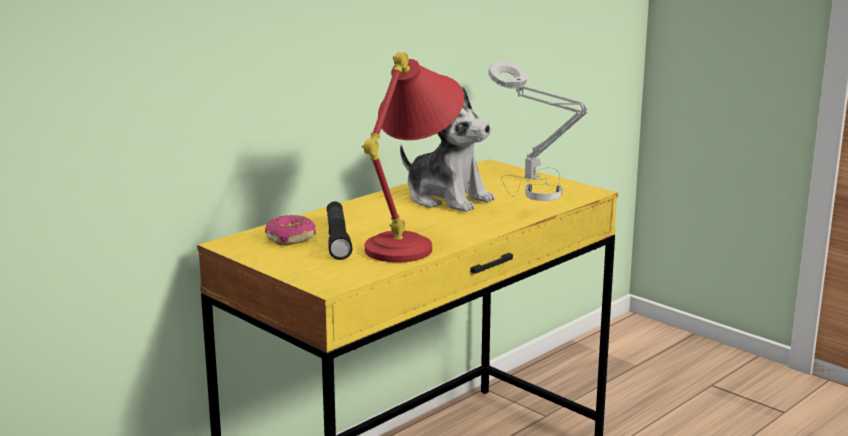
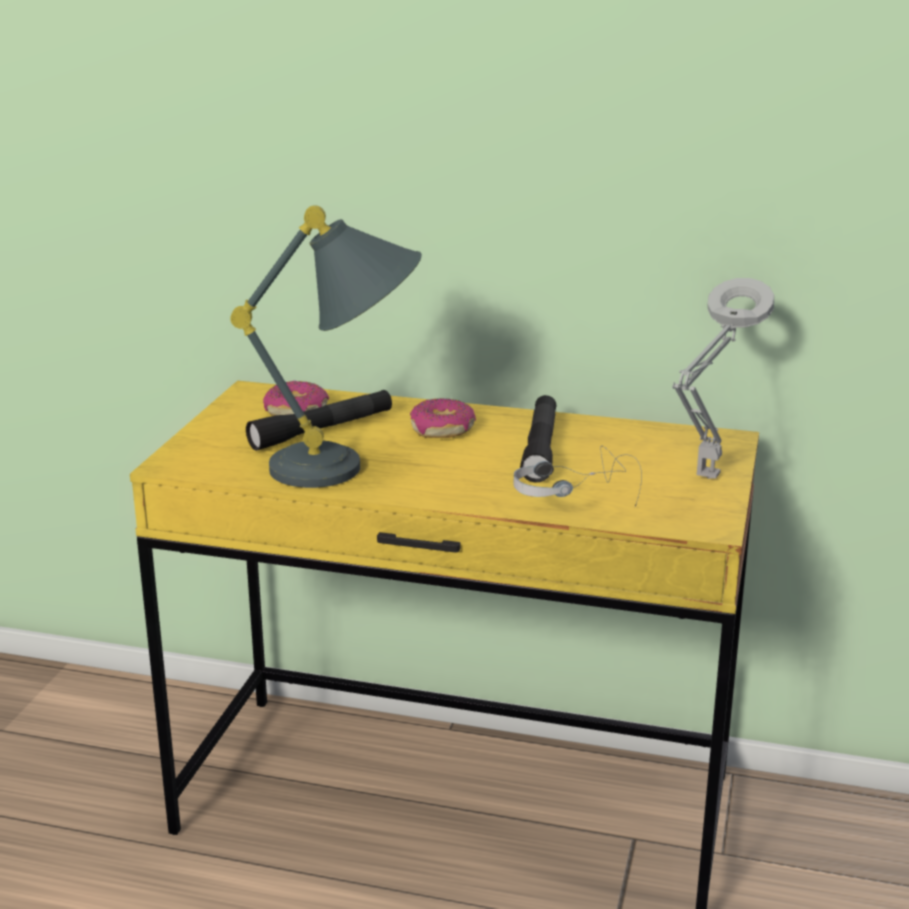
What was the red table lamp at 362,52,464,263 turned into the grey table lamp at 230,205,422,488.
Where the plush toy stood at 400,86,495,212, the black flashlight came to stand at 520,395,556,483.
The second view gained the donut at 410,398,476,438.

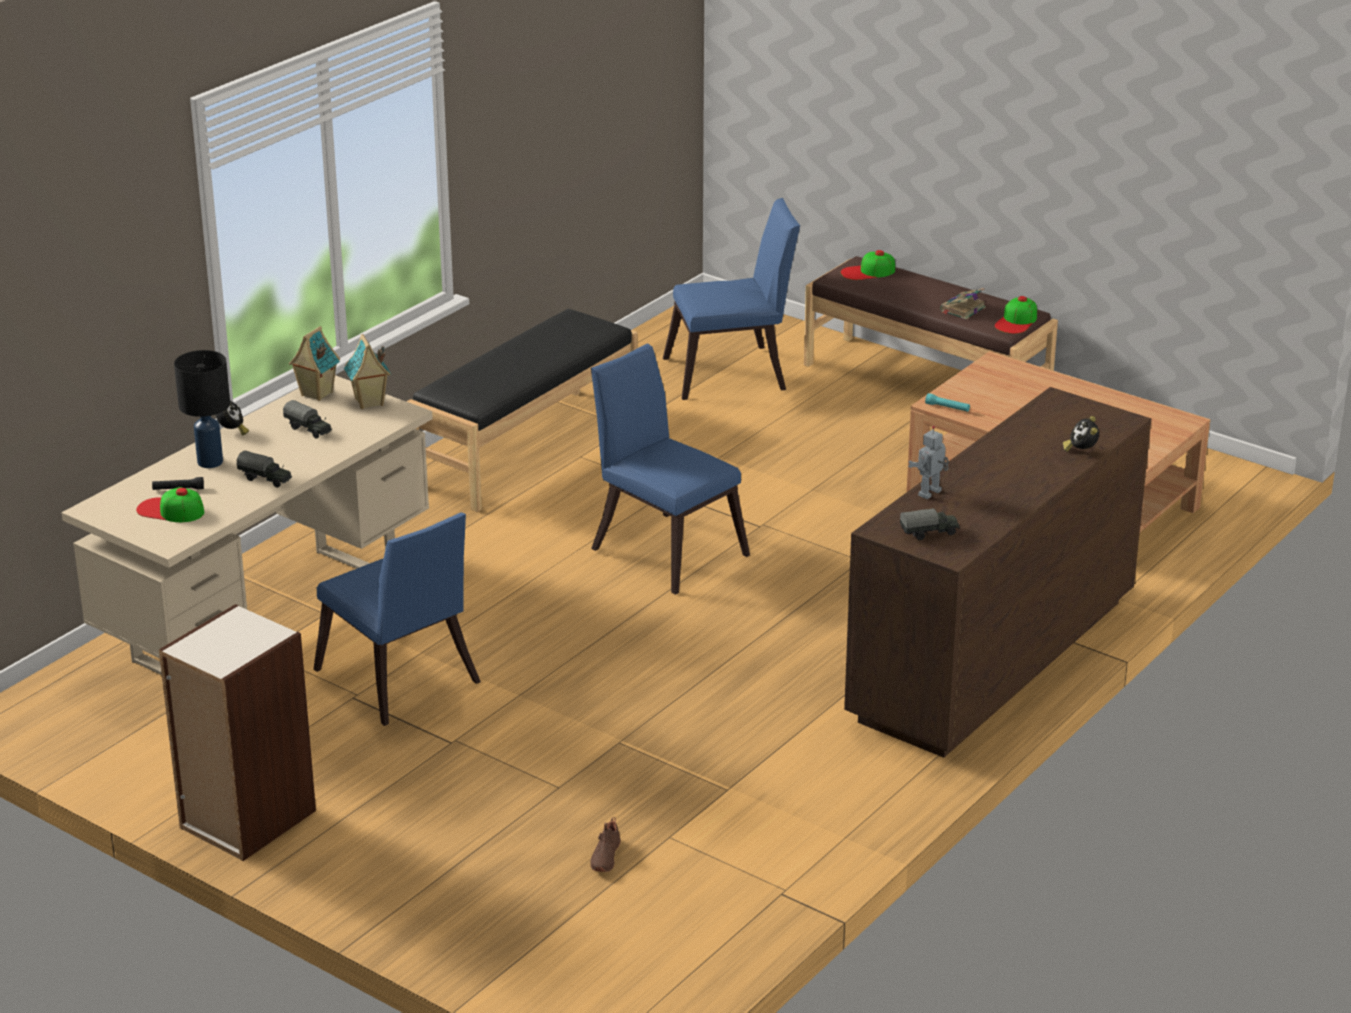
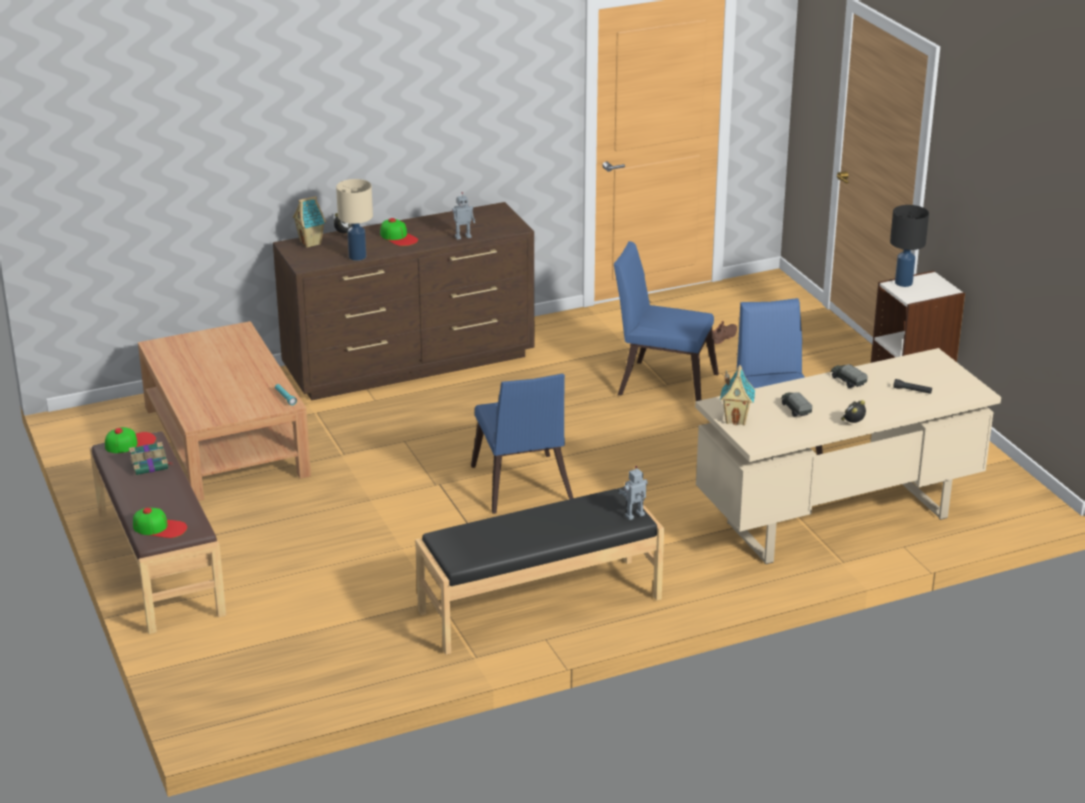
The cap ended up elsewhere, having gone from 136,487,204,522 to 380,218,418,246.
The black table lamp ended up elsewhere, having gone from 174,350,230,468 to 890,205,929,287.
The toy house ended up elsewhere, having gone from 289,326,340,401 to 292,196,326,248.
The blue chair ended up elsewhere, having gone from 663,198,800,400 to 614,241,719,401.
The second view lost the toy truck at 900,508,960,540.
The second view gained the beige table lamp at 336,179,373,261.
The second view gained the toy robot at 619,466,648,520.

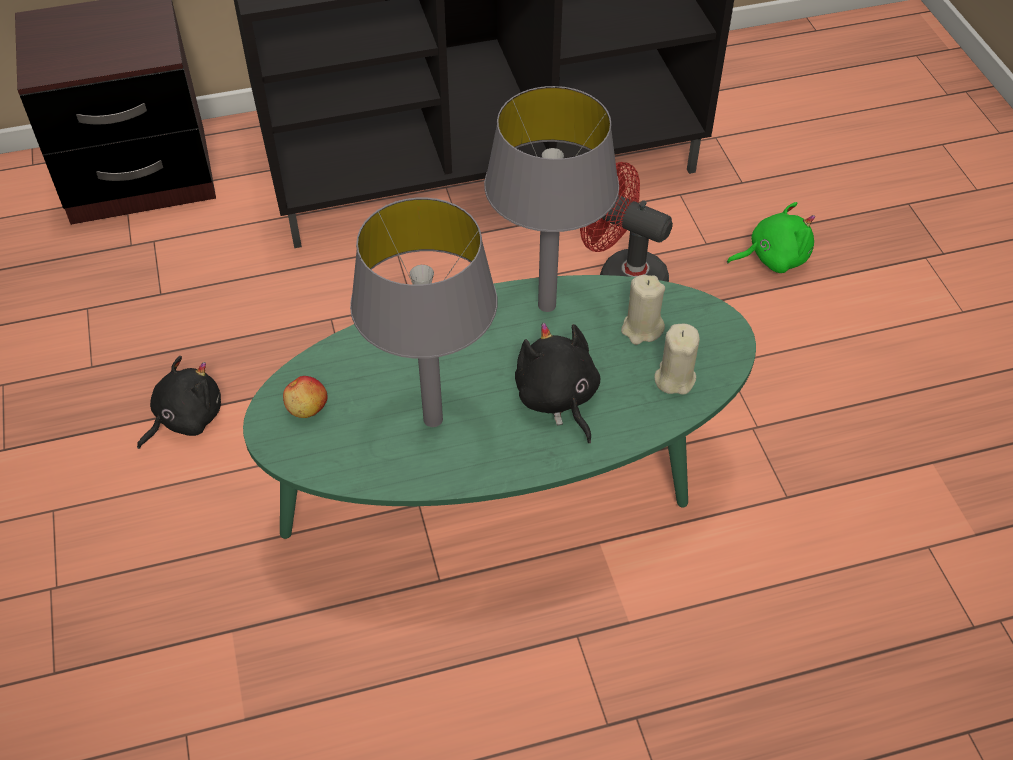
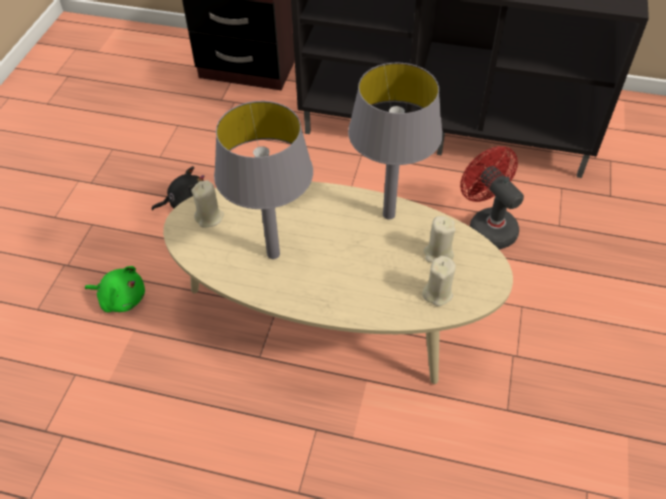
What was the green coffee table at 243,275,756,539 turned into the beige coffee table at 163,182,513,384.
Where the apple stood at 283,376,328,418, the beige candle came to stand at 192,180,224,228.
The second view lost the black plush toy at 515,323,600,443.
The green plush toy ended up elsewhere, having gone from 727,202,815,273 to 85,266,145,313.

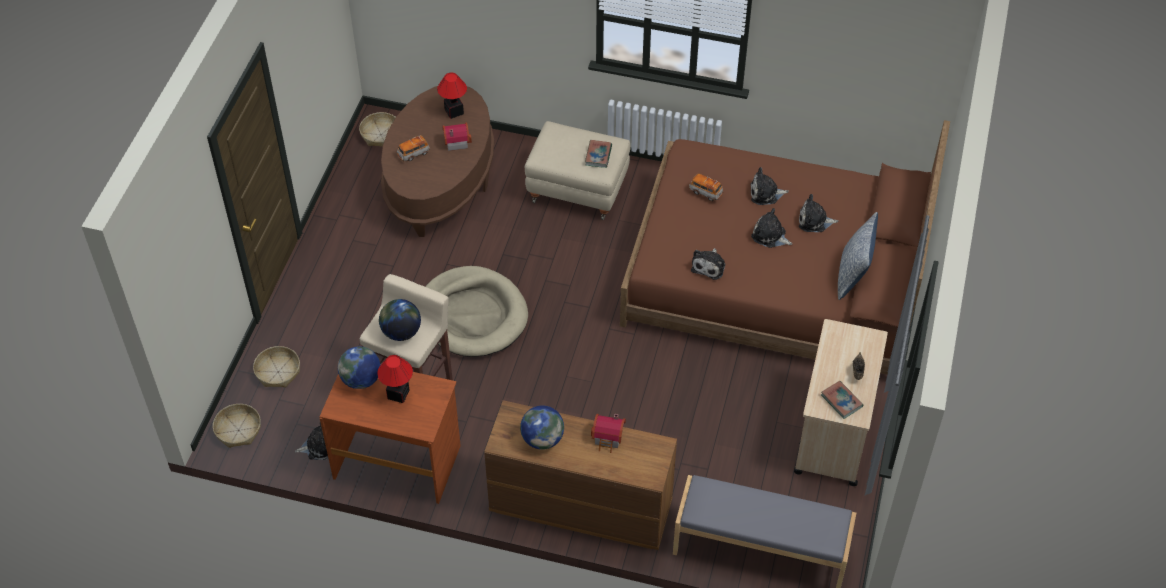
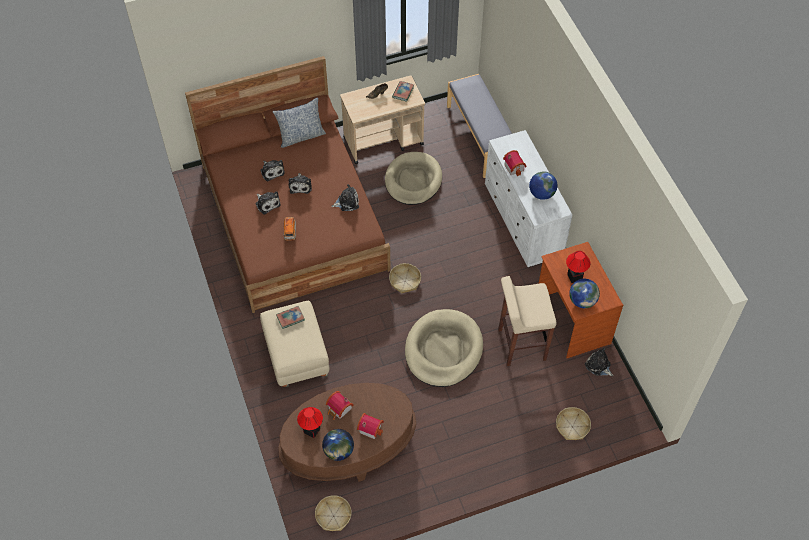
The basket ended up elsewhere, having gone from 213,404,261,448 to 389,263,421,294.
The globe ended up elsewhere, having gone from 379,299,421,341 to 322,429,354,461.
Where the toy car stood at 397,135,430,162, the toy house came to stand at 357,413,384,439.
What was the brown dresser at 484,400,677,550 turned into the white dresser at 485,130,572,267.
The second view gained the beige dog bed at 385,152,442,205.

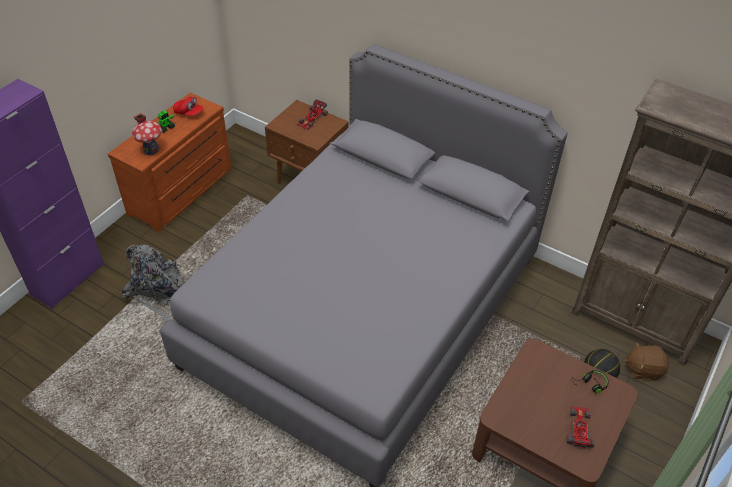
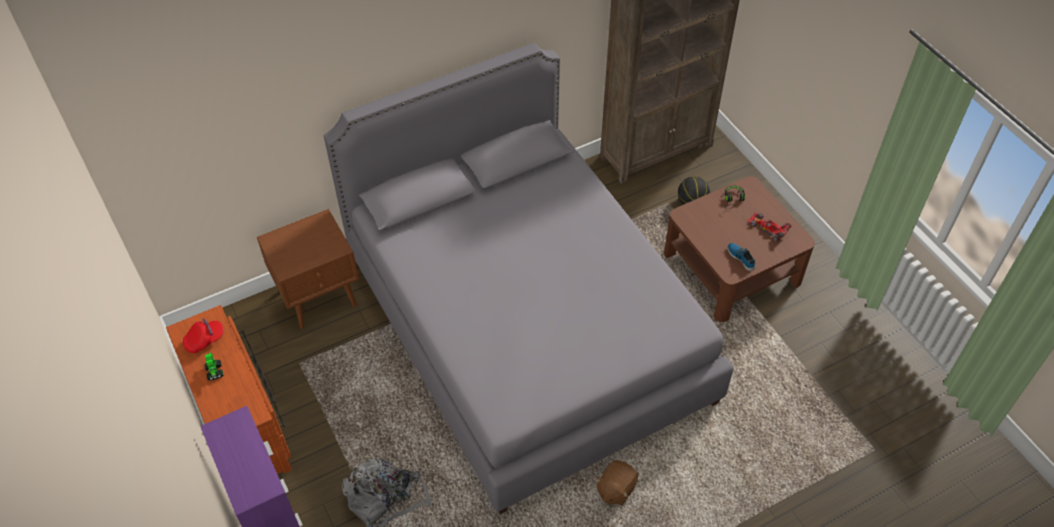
The second view lost the toy house at 132,113,162,155.
The second view lost the toy car at 297,99,328,130.
The brown plush toy ended up elsewhere, having gone from 624,342,669,380 to 596,460,638,506.
The second view gained the shoe at 728,243,756,271.

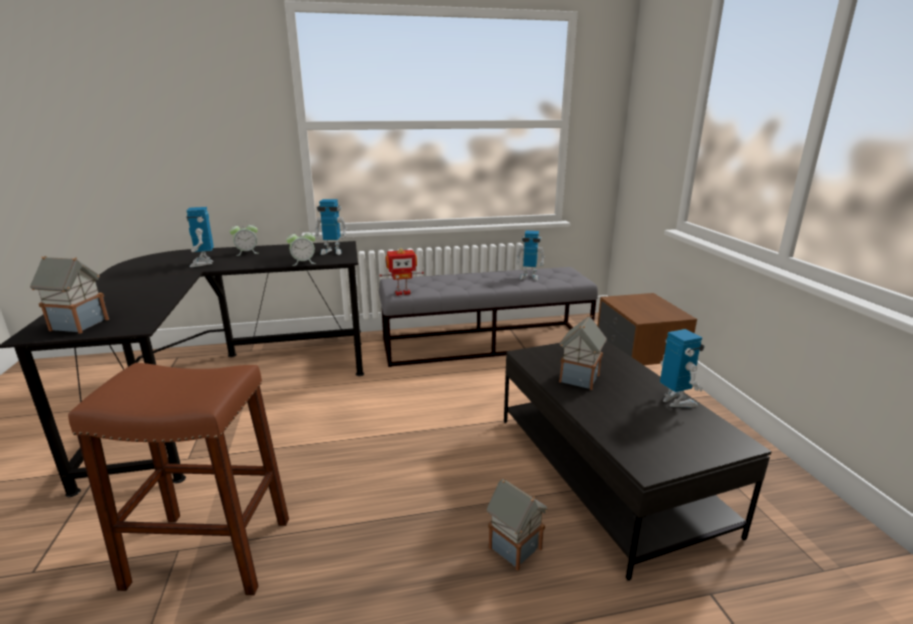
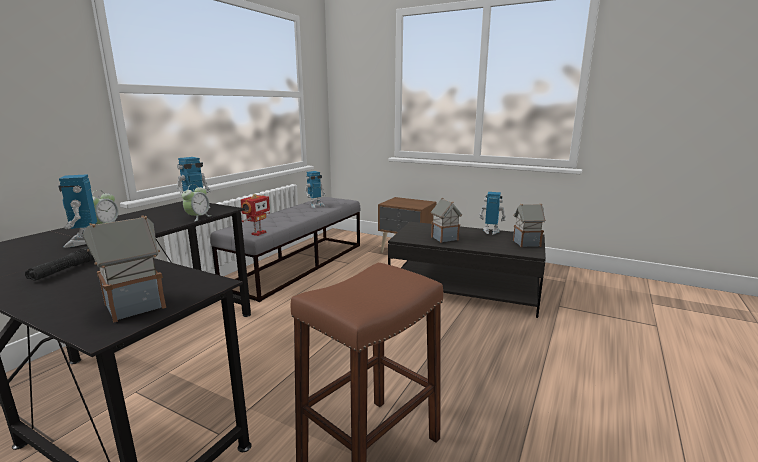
The toy robot at 186,207,214,267 ended up facing another way, 45 degrees clockwise from before.
The toy house ended up elsewhere, having gone from 486,478,547,571 to 513,204,546,247.
The second view gained the black flashlight at 25,247,94,281.

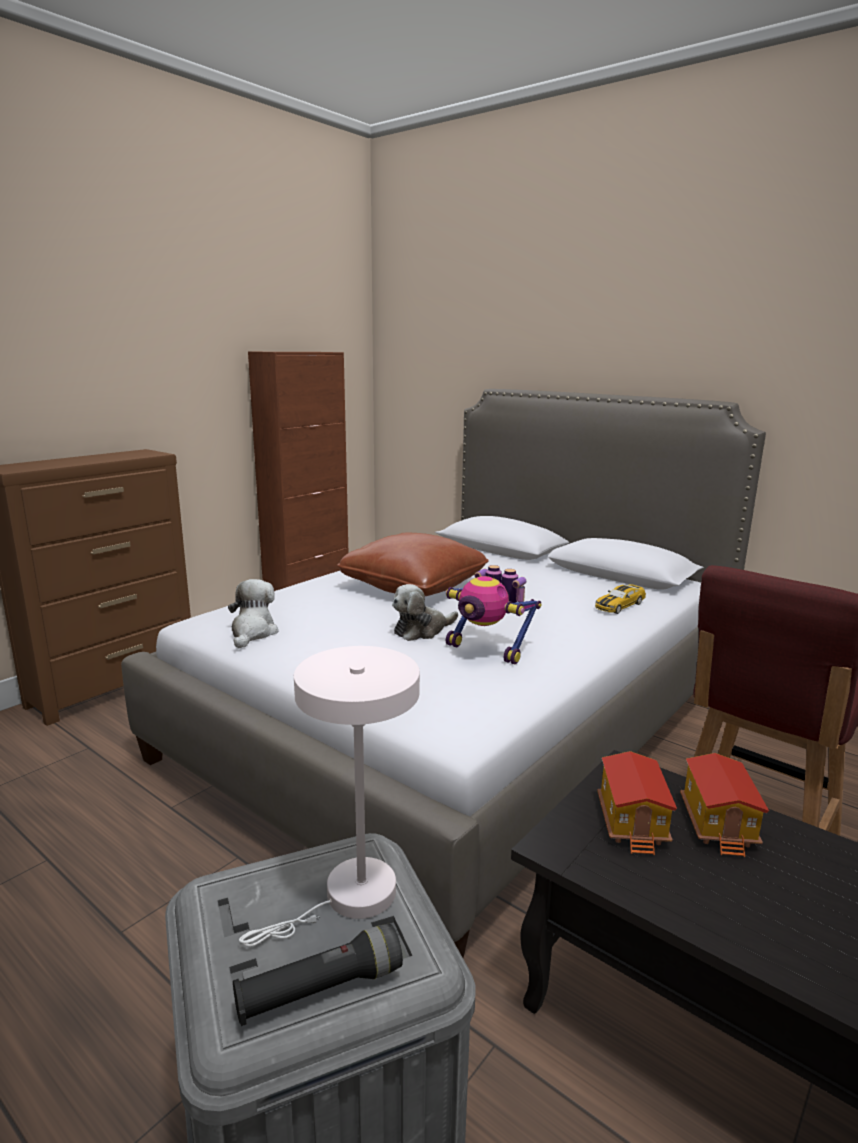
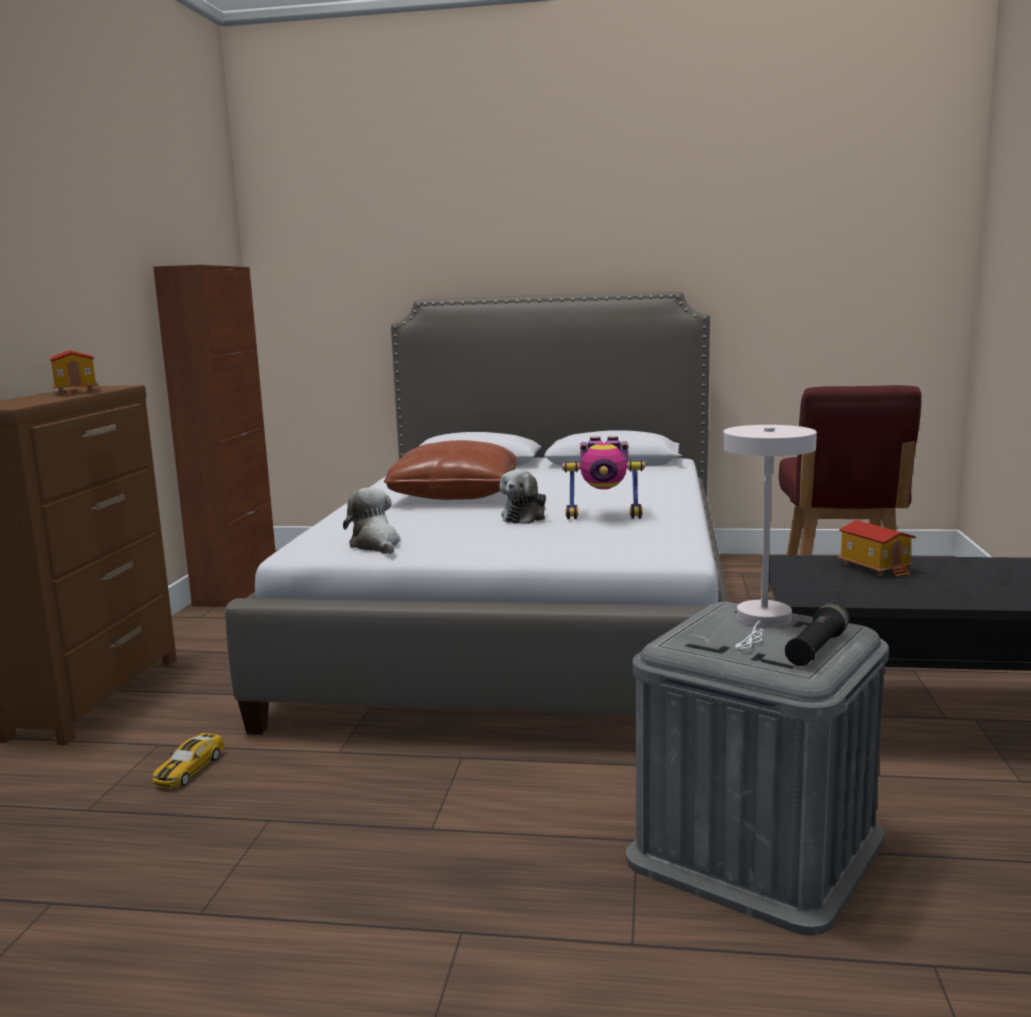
The toy car ended up elsewhere, having gone from 595,584,646,614 to 152,733,225,788.
The toy house ended up elsewhere, having gone from 597,751,677,855 to 49,350,99,395.

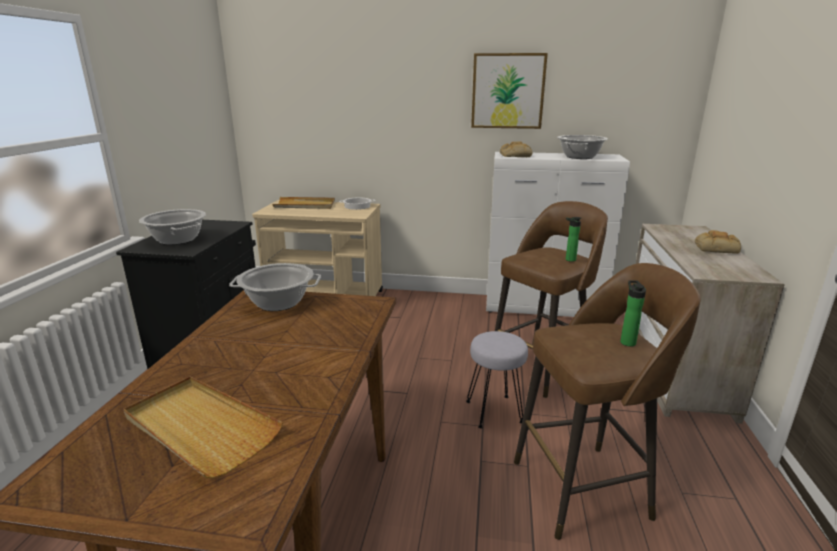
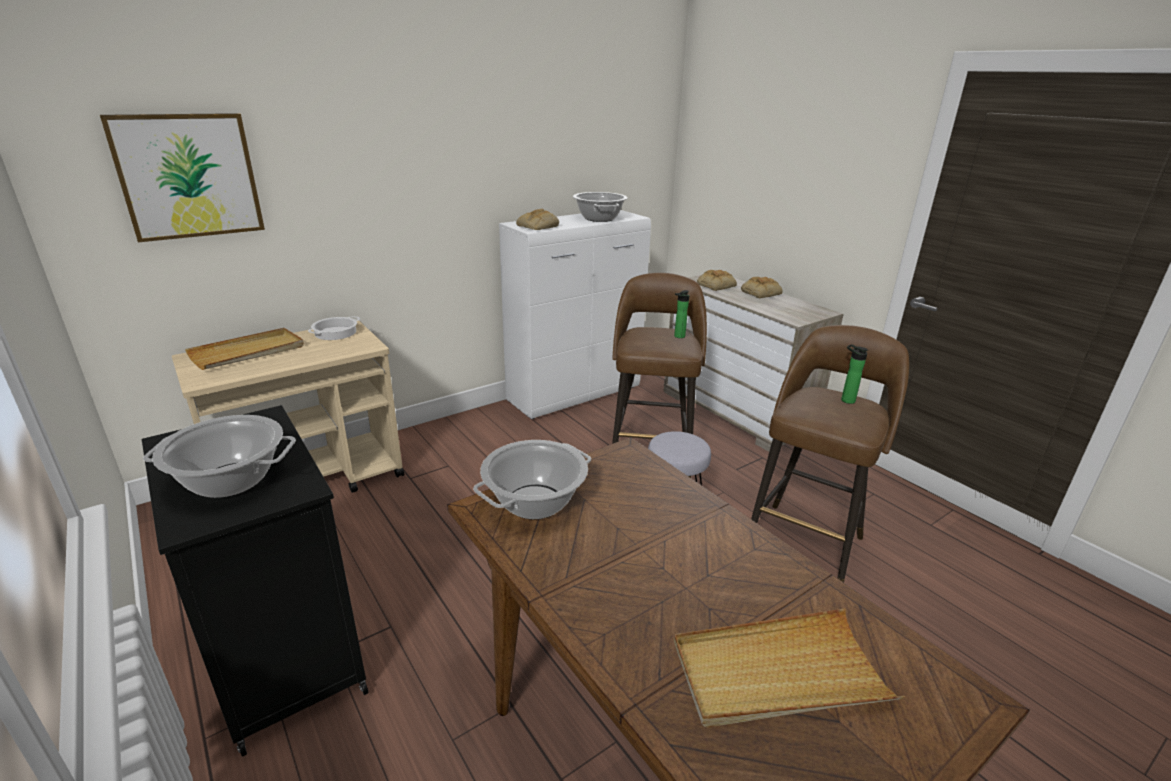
The picture ended up elsewhere, having gone from 471,53,548,129 to 100,113,265,242.
The second view gained the bread at 697,270,737,291.

